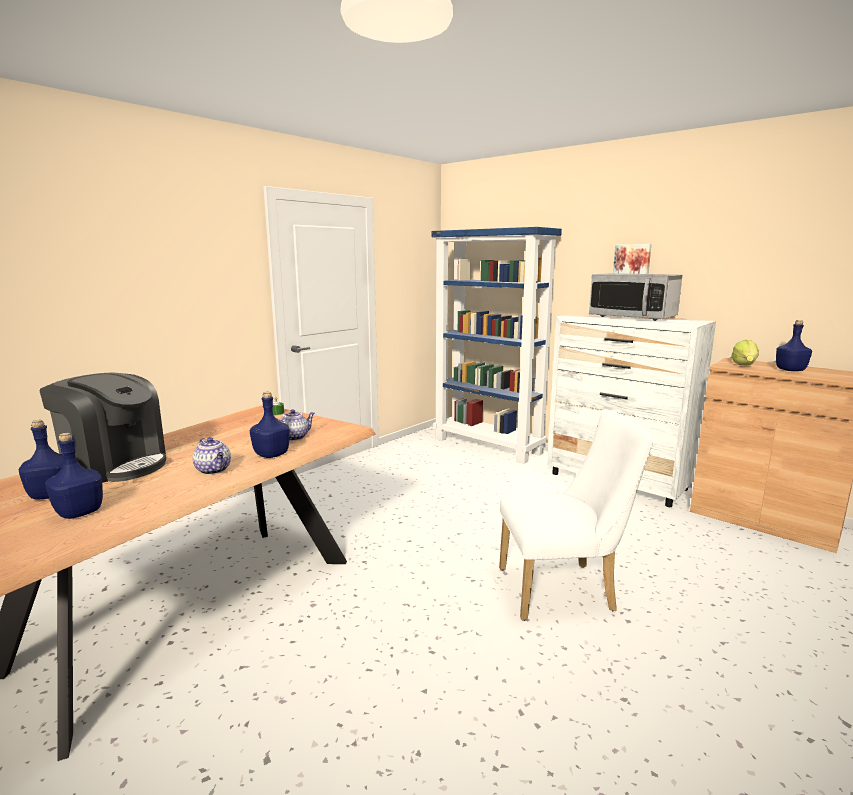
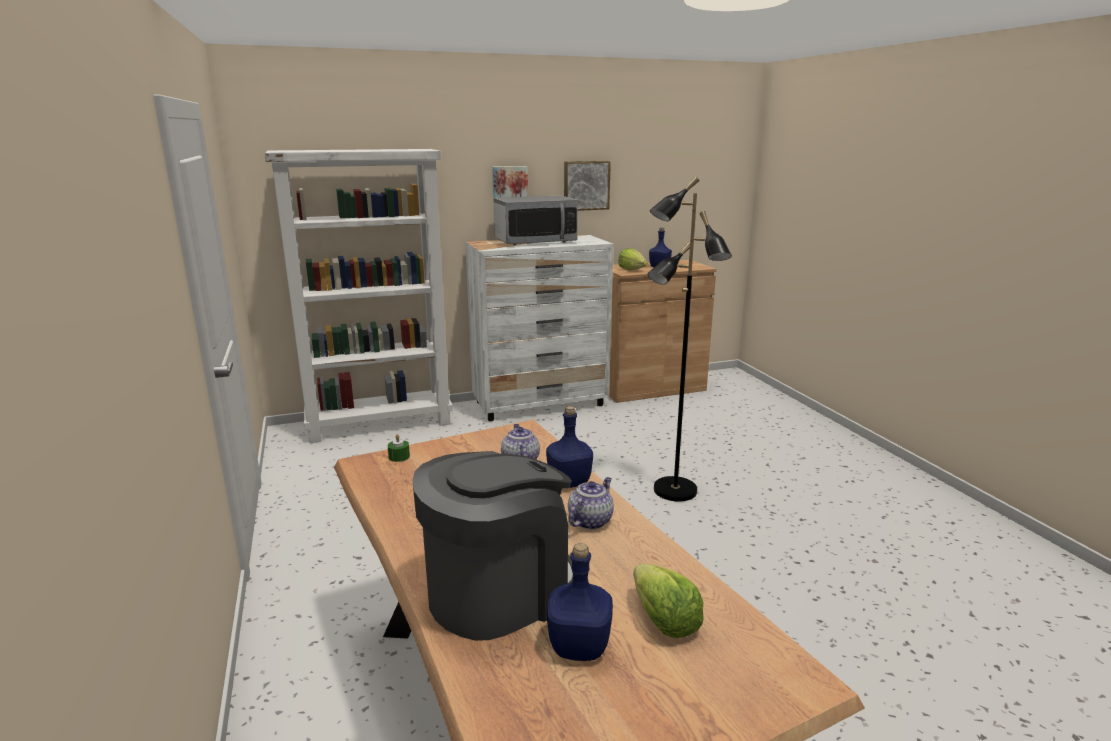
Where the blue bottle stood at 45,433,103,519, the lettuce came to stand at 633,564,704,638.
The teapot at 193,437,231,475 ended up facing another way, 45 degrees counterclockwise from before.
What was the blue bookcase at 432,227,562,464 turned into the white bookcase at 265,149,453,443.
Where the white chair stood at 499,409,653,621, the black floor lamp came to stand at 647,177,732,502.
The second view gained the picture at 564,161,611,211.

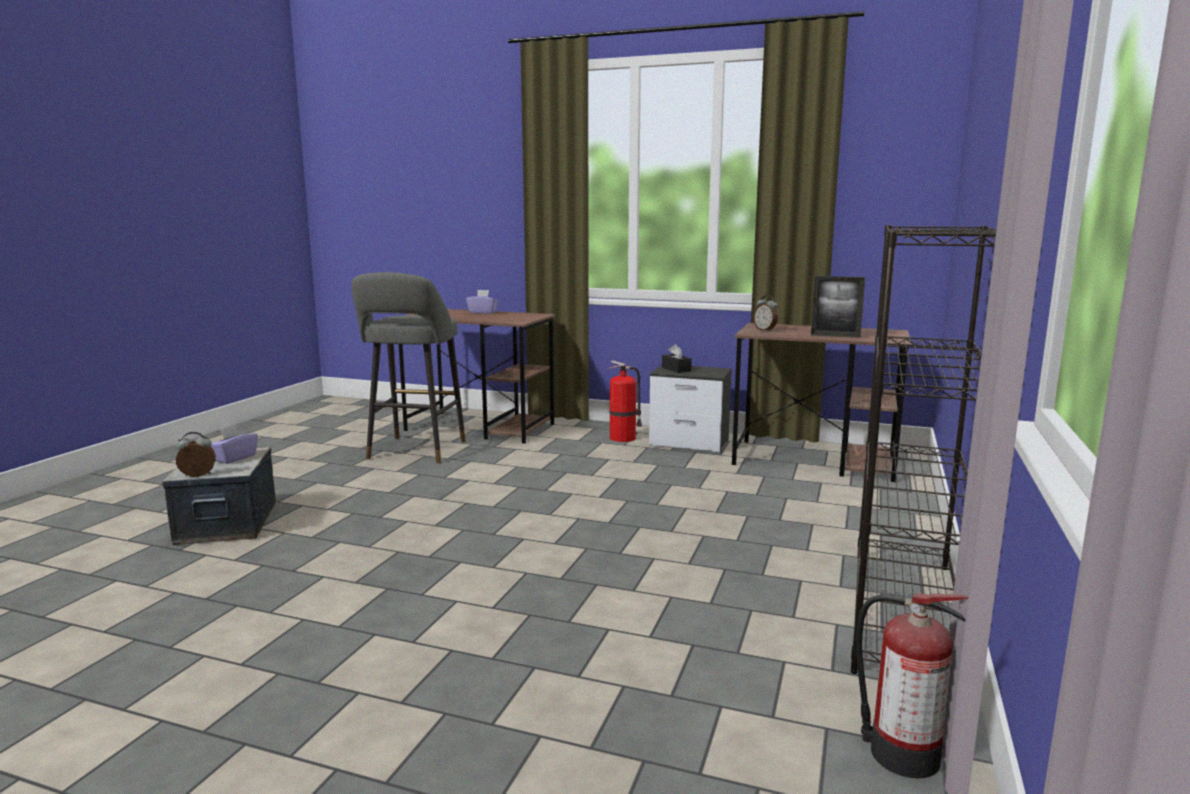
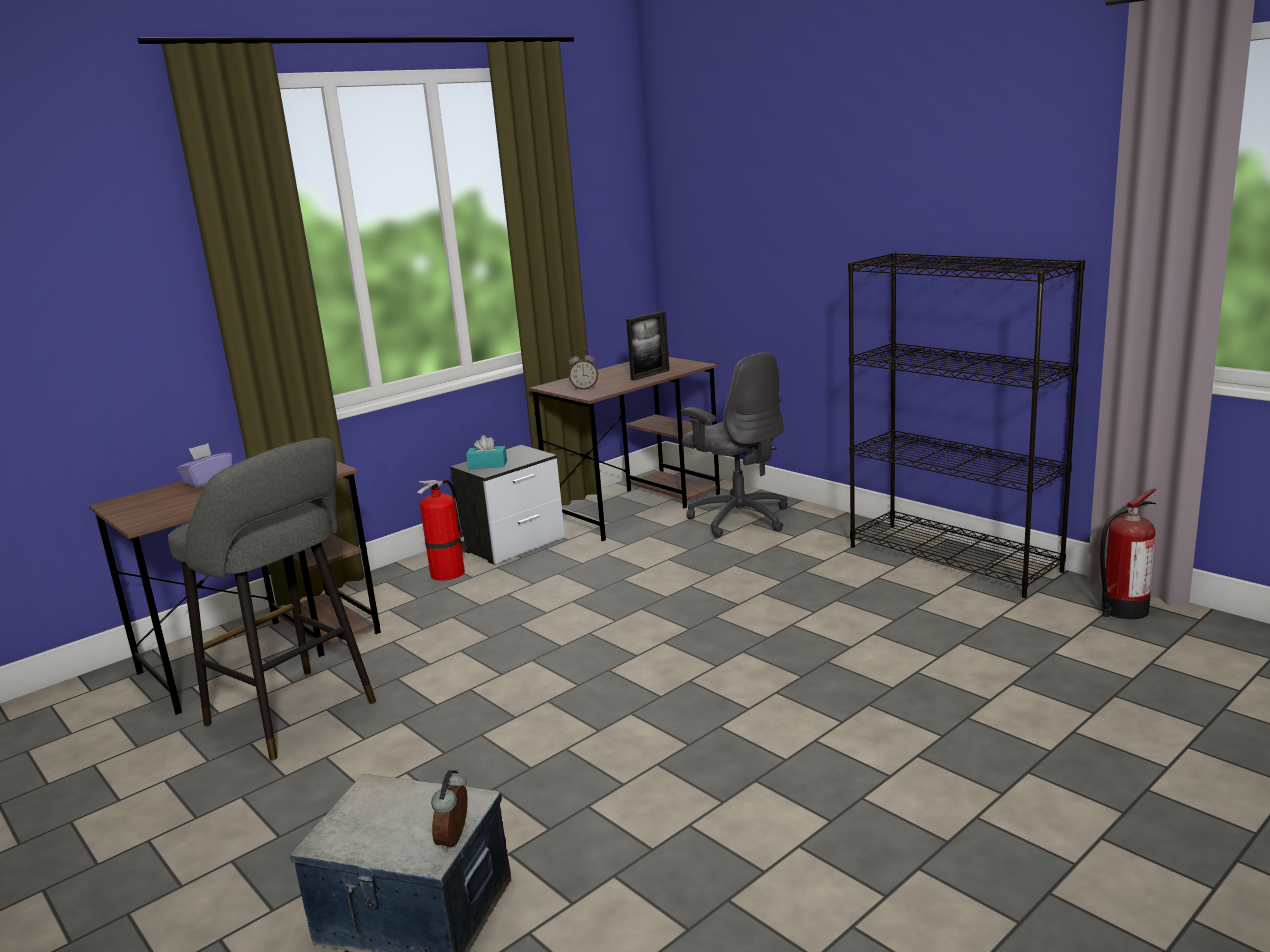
The second view lost the purple tissue box at 211,425,258,464.
What was the black tissue box at 662,344,692,373 turned into the turquoise tissue box at 466,435,507,469.
The second view gained the grey office chair at 681,352,788,538.

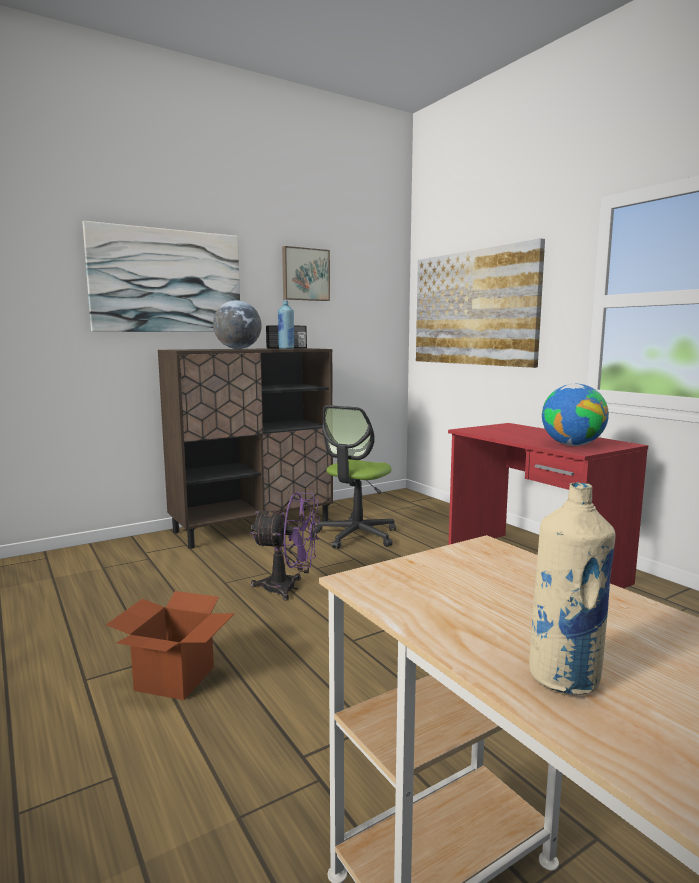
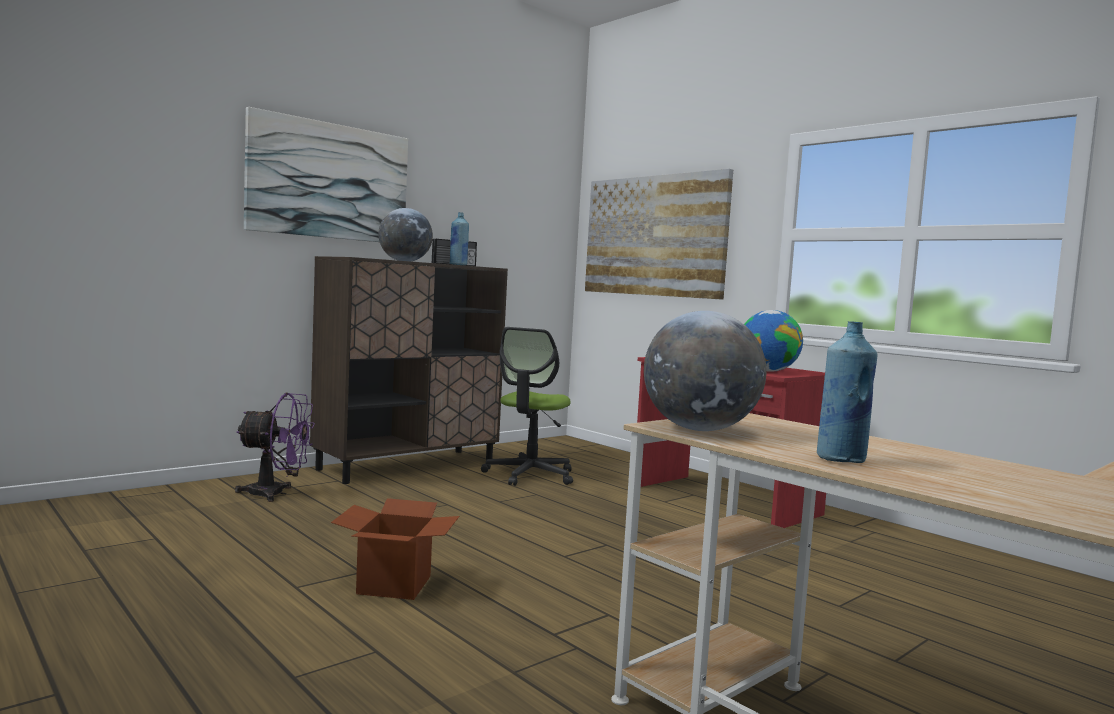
The purple fan ended up elsewhere, having gone from 250,492,320,601 to 235,393,315,502.
The second view lost the picture at 282,246,330,301.
What was the beige bottle at 529,482,615,695 turned into the blue bottle at 817,321,878,463.
The second view gained the globe at 644,311,766,431.

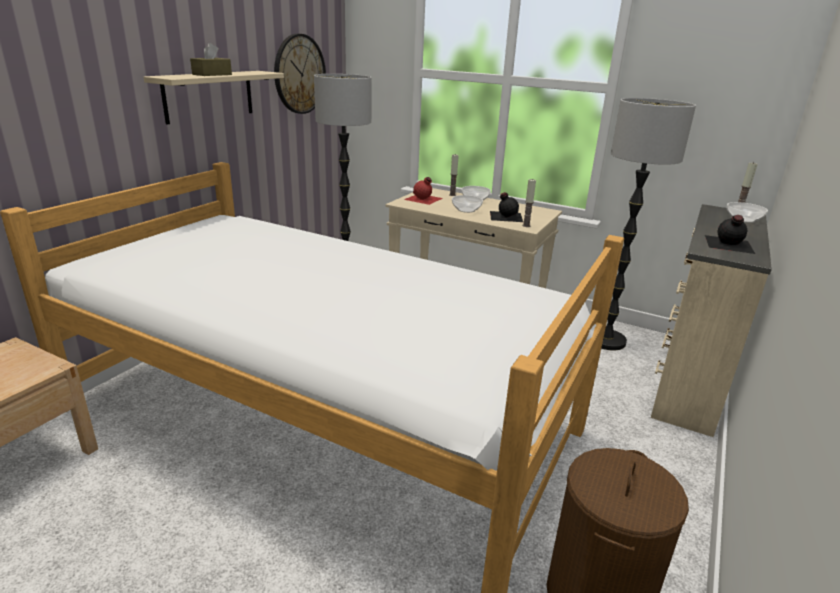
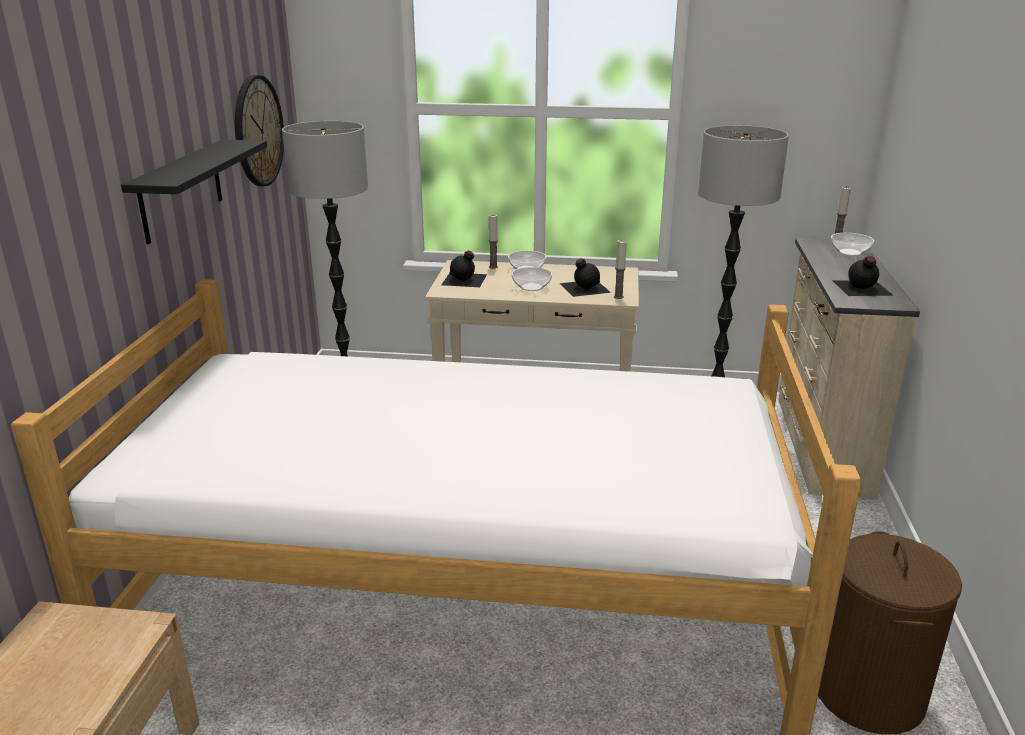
What was the beige shelf at 144,71,284,124 turned into the black shelf at 121,139,267,245.
The second view lost the brown tissue box at 190,43,232,76.
What was the red bottle at 404,177,443,205 turned into the black bottle at 442,251,487,287.

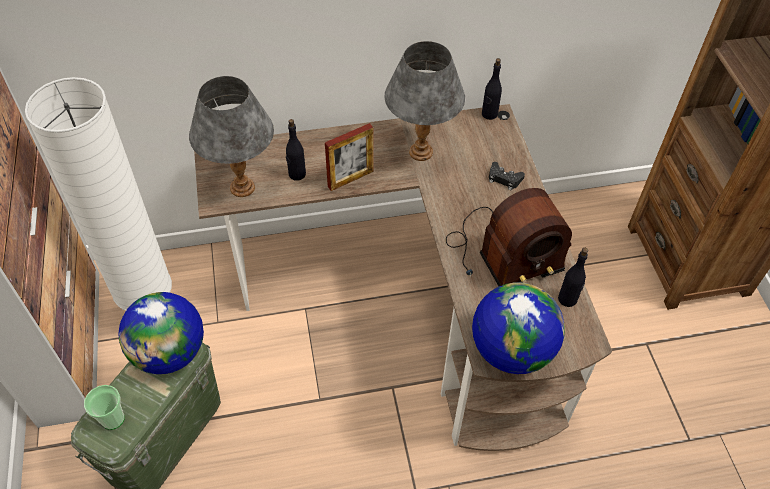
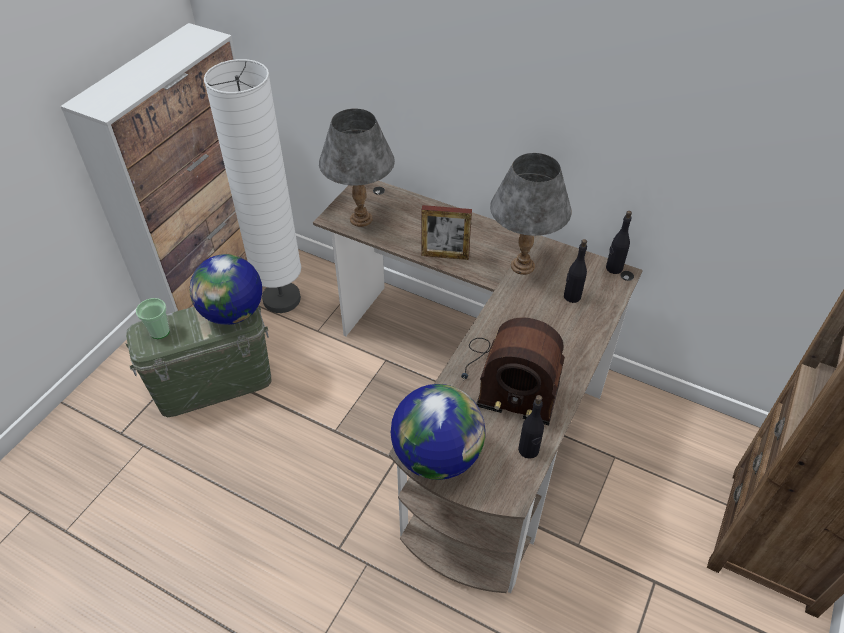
The black bottle ended up elsewhere, having gone from 286,119,306,181 to 564,239,587,303.
The second view lost the black game controller at 489,162,525,190.

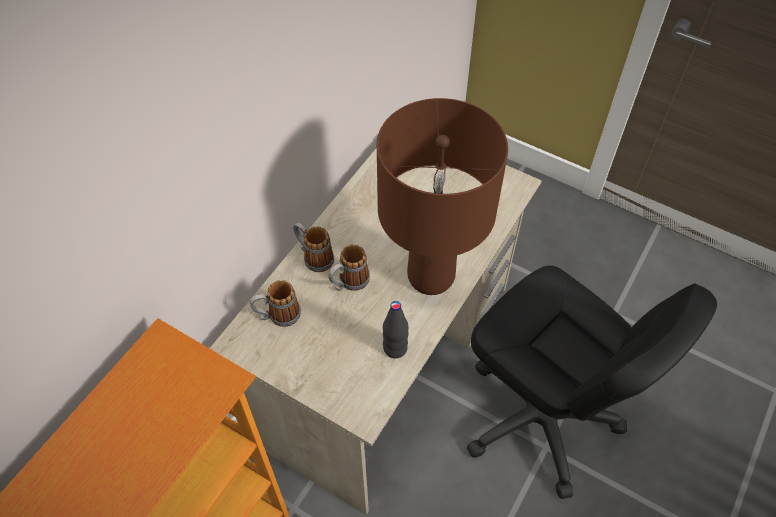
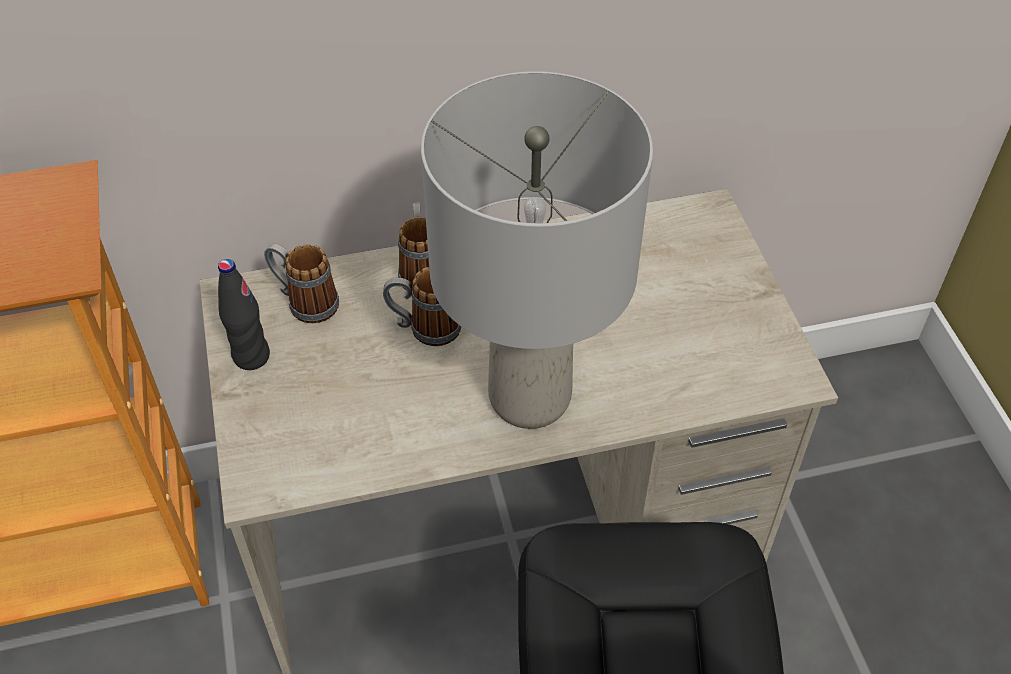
What was the brown table lamp at 377,98,508,295 turned into the grey table lamp at 421,71,653,429.
The black bottle ended up elsewhere, having gone from 383,301,408,359 to 218,259,270,370.

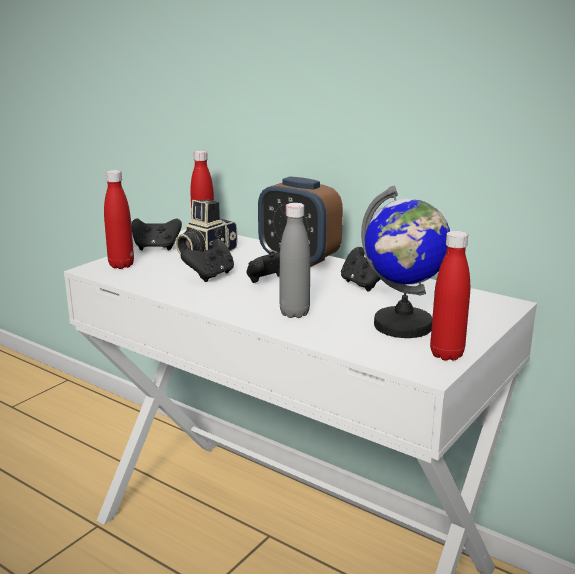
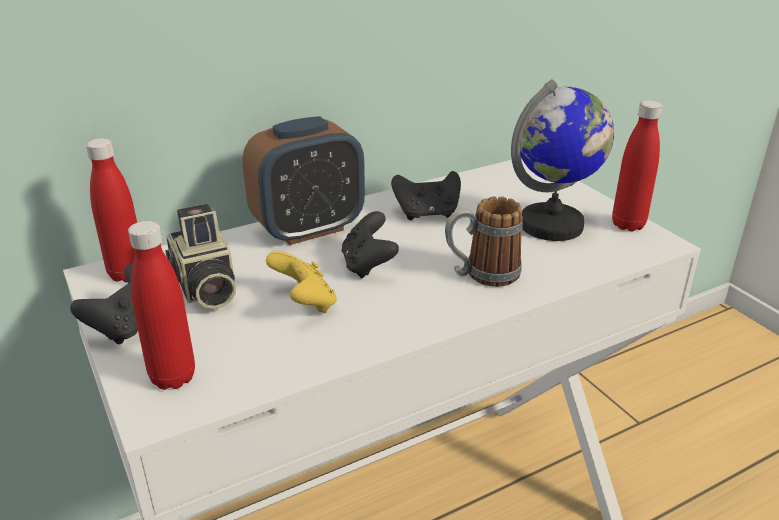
What was the black game controller at 180,239,234,282 turned into the yellow game controller at 266,251,337,313.
Where the grey bottle stood at 280,203,310,318, the mug came to stand at 445,197,523,287.

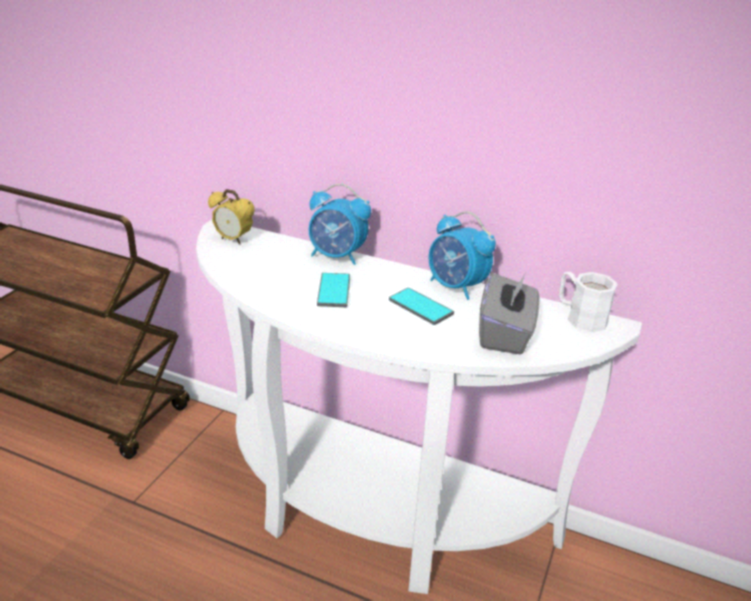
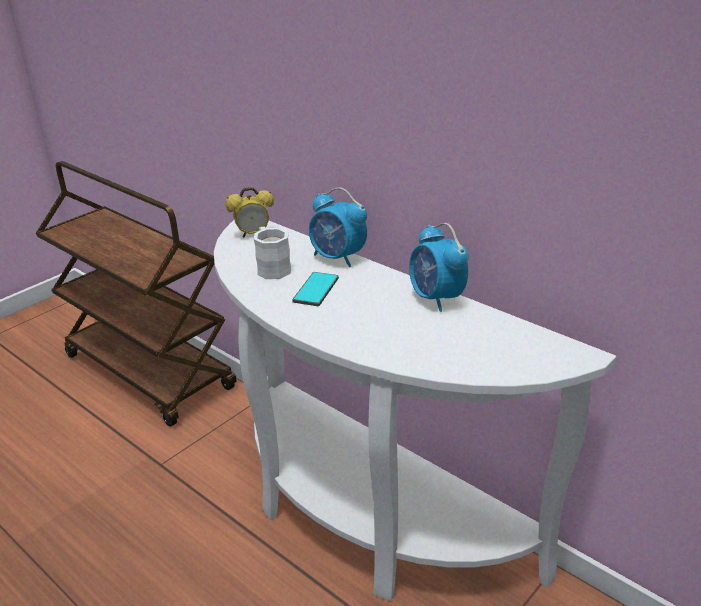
The alarm clock at 208,189,255,244 ended up facing another way, 60 degrees counterclockwise from before.
The second view lost the phone at 389,288,454,325.
The second view lost the grey tissue box at 479,273,539,354.
The white mug ended up elsewhere, having gone from 559,272,618,332 to 254,227,291,279.

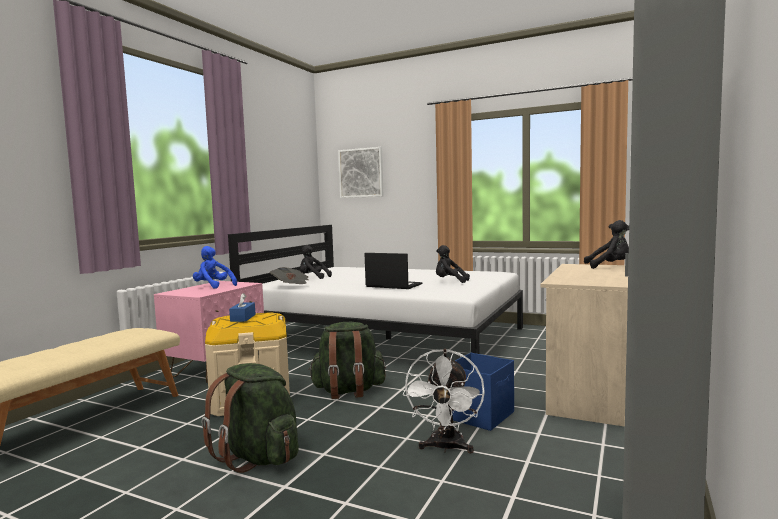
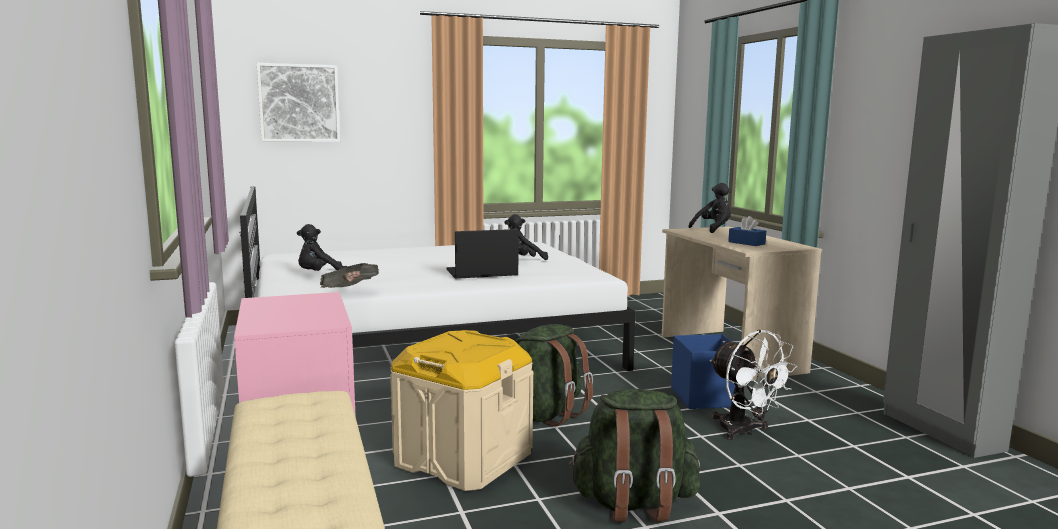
The second view lost the blue plush toy at 193,246,237,289.
The blue tissue box ended up elsewhere, having gone from 229,293,256,322 to 728,216,766,246.

